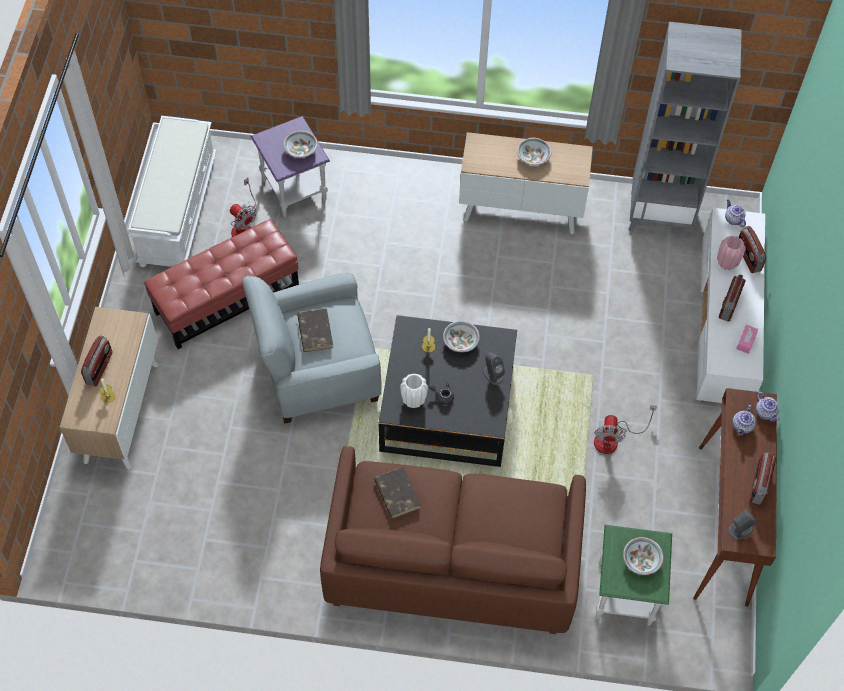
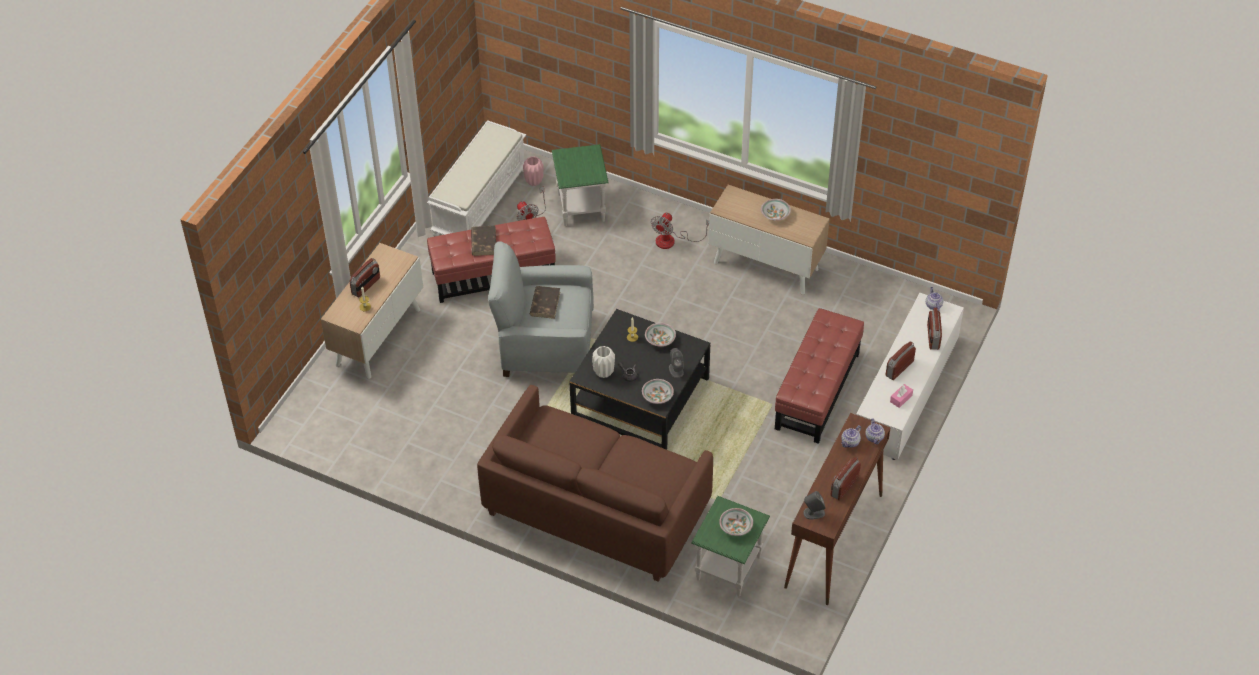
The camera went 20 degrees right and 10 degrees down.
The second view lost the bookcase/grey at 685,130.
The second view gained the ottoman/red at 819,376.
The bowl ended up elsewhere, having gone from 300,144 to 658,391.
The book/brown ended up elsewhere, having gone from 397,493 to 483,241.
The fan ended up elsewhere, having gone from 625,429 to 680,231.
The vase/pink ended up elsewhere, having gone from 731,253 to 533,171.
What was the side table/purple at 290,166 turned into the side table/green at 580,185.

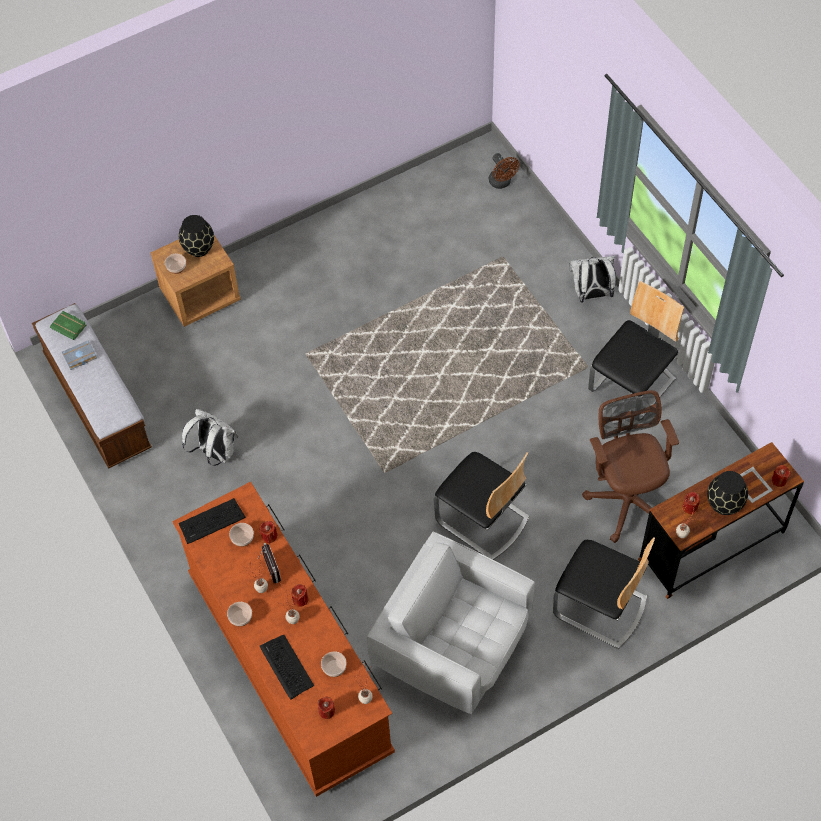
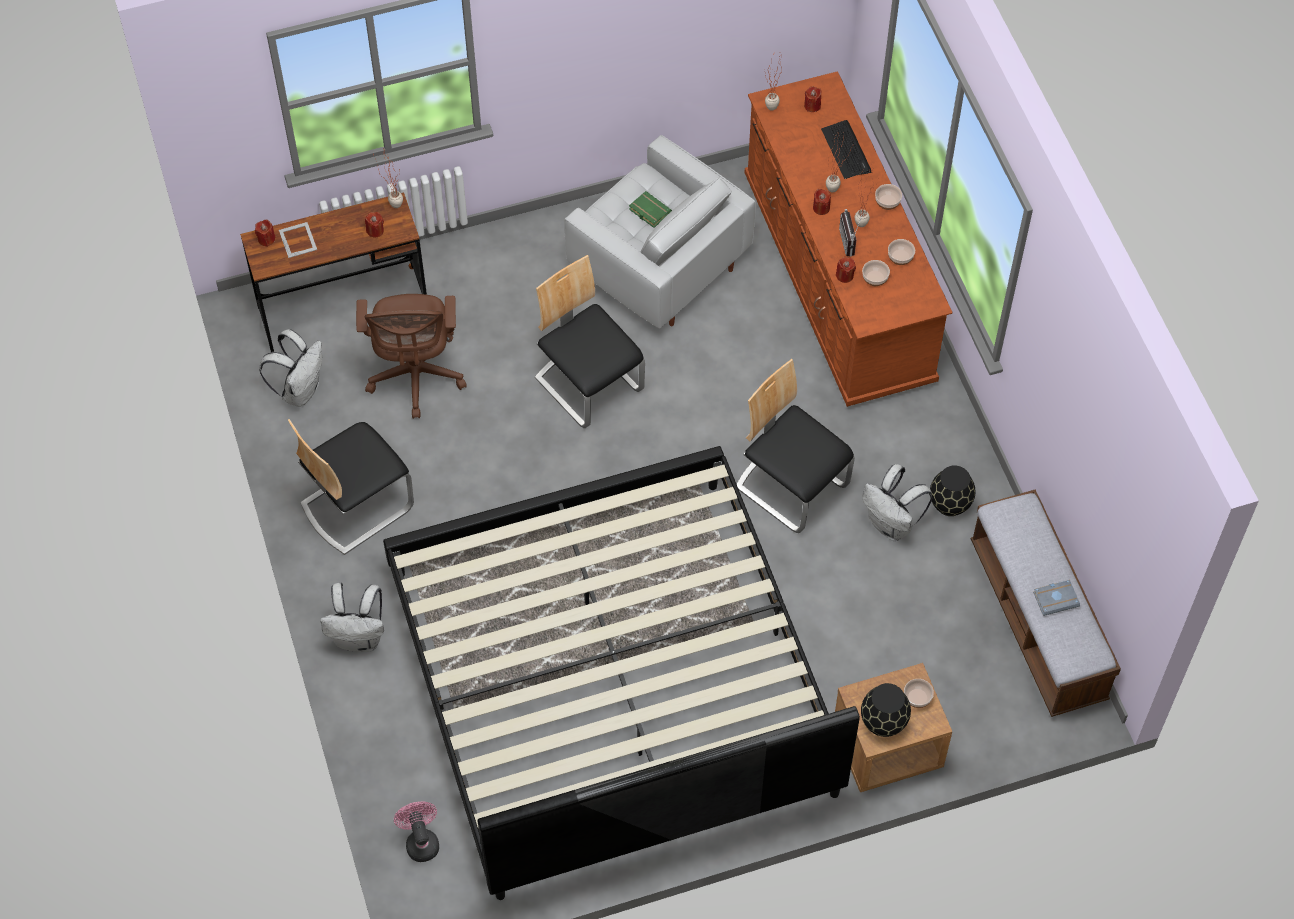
The camera went 170 degrees left and 0 degrees up.
The second view lost the keyboard at 212,521.
The second view gained the backpack/white at 290,368.
The second view gained the bed at 621,673.
The book/green ended up elsewhere, having gone from 68,325 to 650,209.
The bowl ended up elsewhere, having gone from 334,664 to 901,252.
The chair ended up elsewhere, having gone from 604,593 to 796,446.
The vase/black ended up elsewhere, having gone from 727,493 to 952,490.
What was the fan/brown at 504,171 turned into the fan/pink at 416,832.

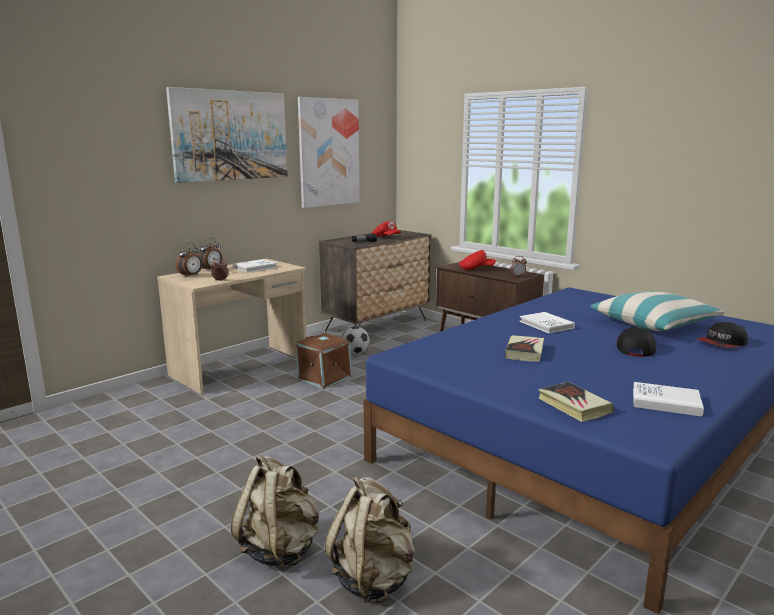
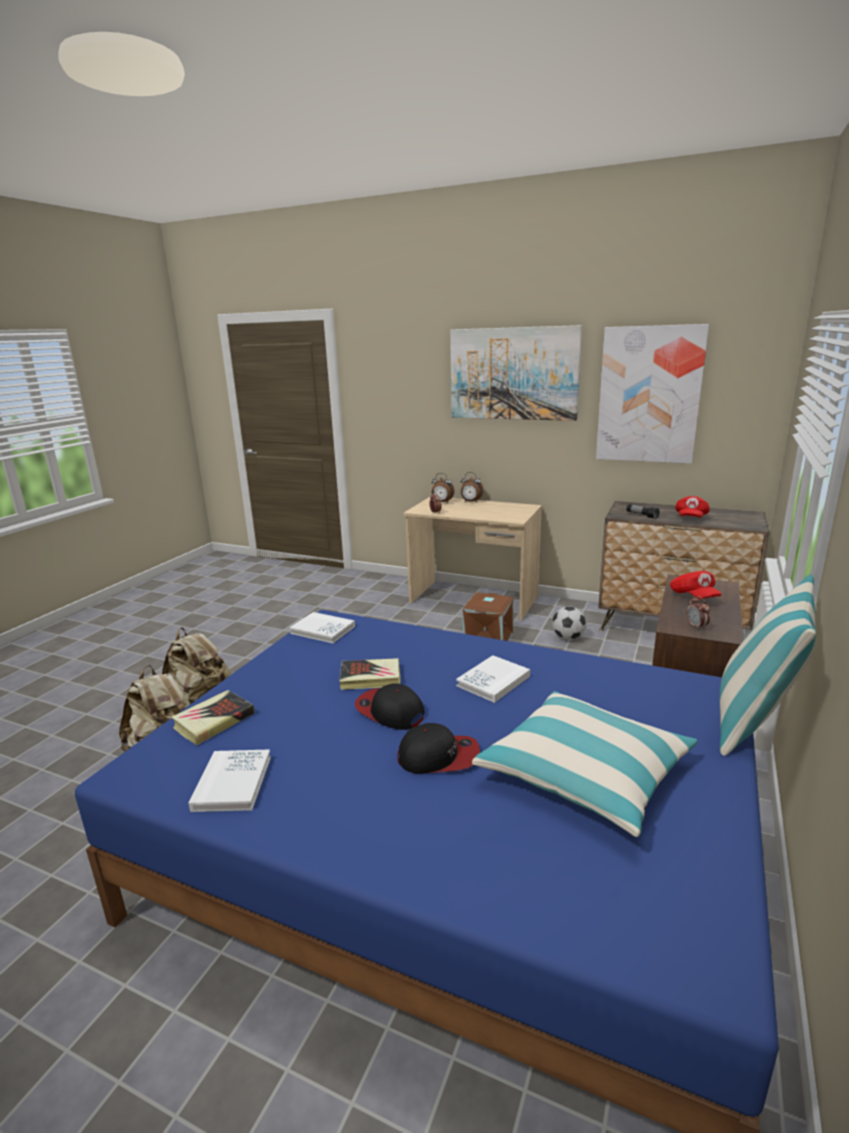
The camera went 70 degrees right and 5 degrees up.
The second view gained the pillow at 768,665.
The book/white ended up elsewhere, having gone from 255,266 to 322,627.
The cap ended up elsewhere, having gone from 722,335 to 390,706.

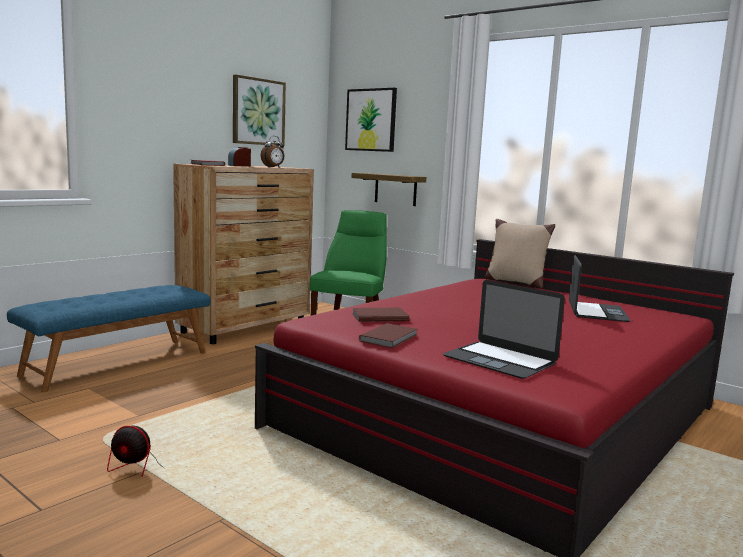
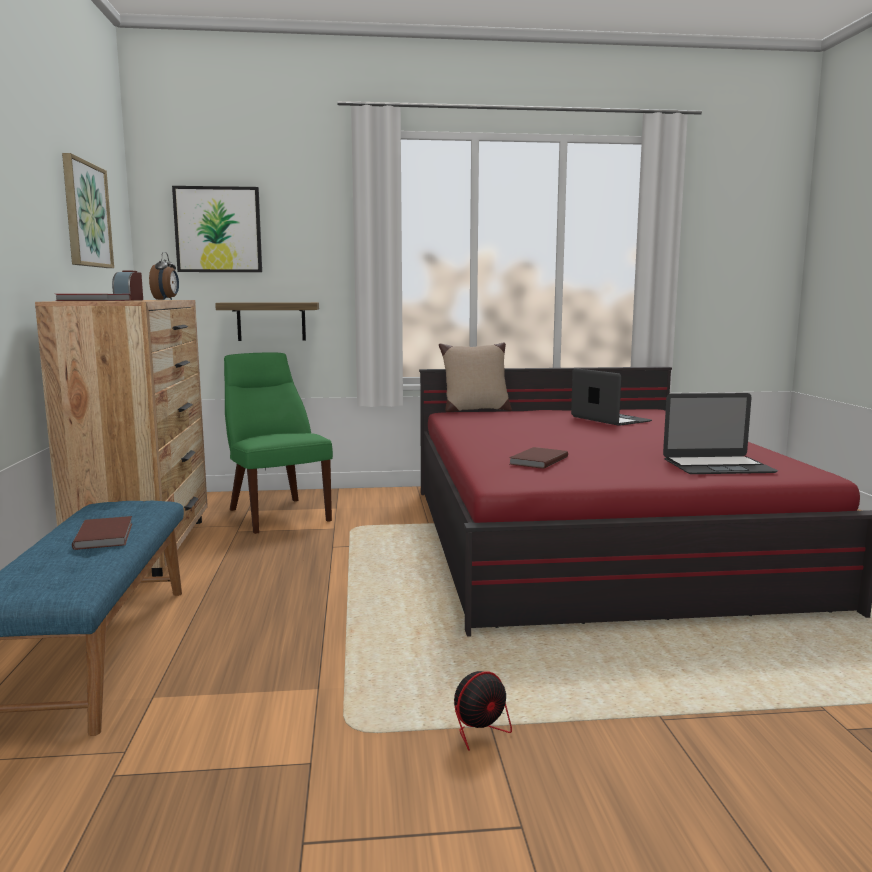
The camera went 45 degrees left and 0 degrees up.
The book/brown ended up elsewhere, having gone from 388,335 to 102,533.

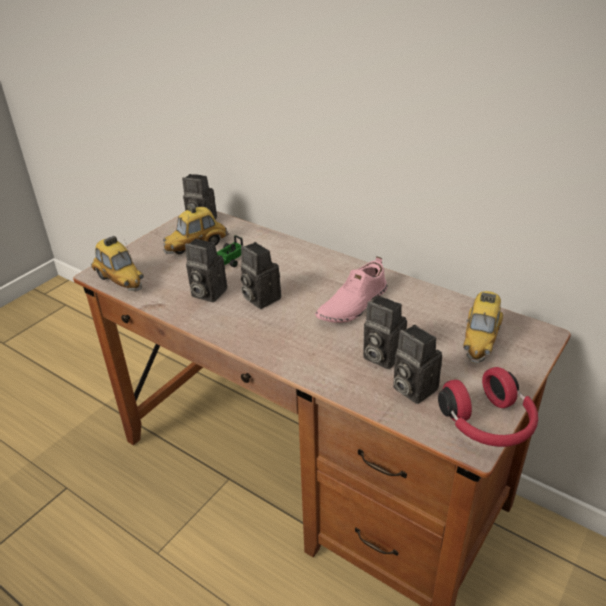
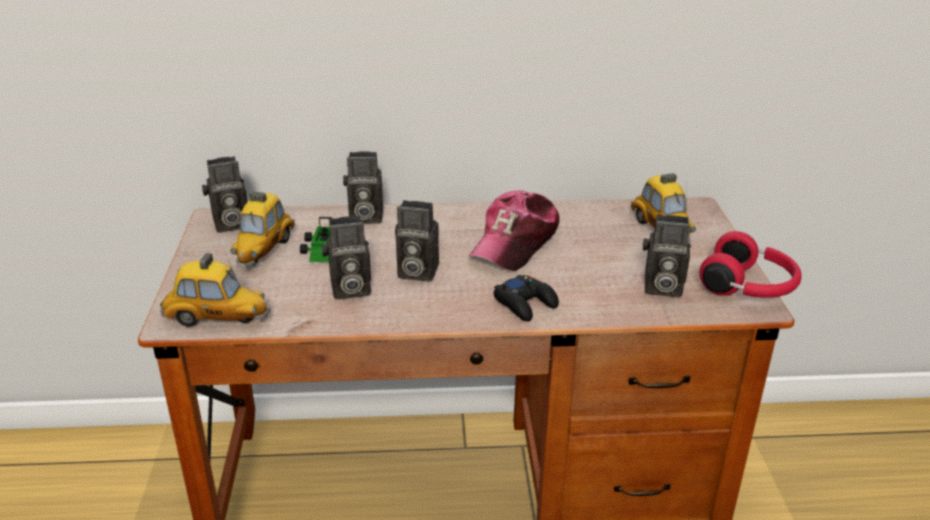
The camera went 40 degrees left and 5 degrees down.
The second view gained the game controller/black at 526,298.
The photo camera ended up elsewhere, having gone from 385,332 to 363,187.
Where the shoe/pink stood at 351,289, the cap came to stand at 514,230.

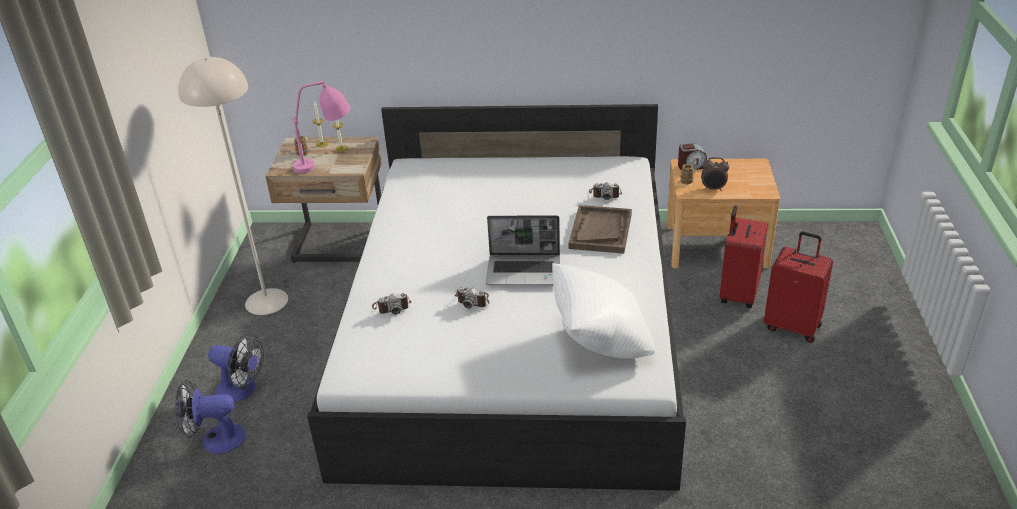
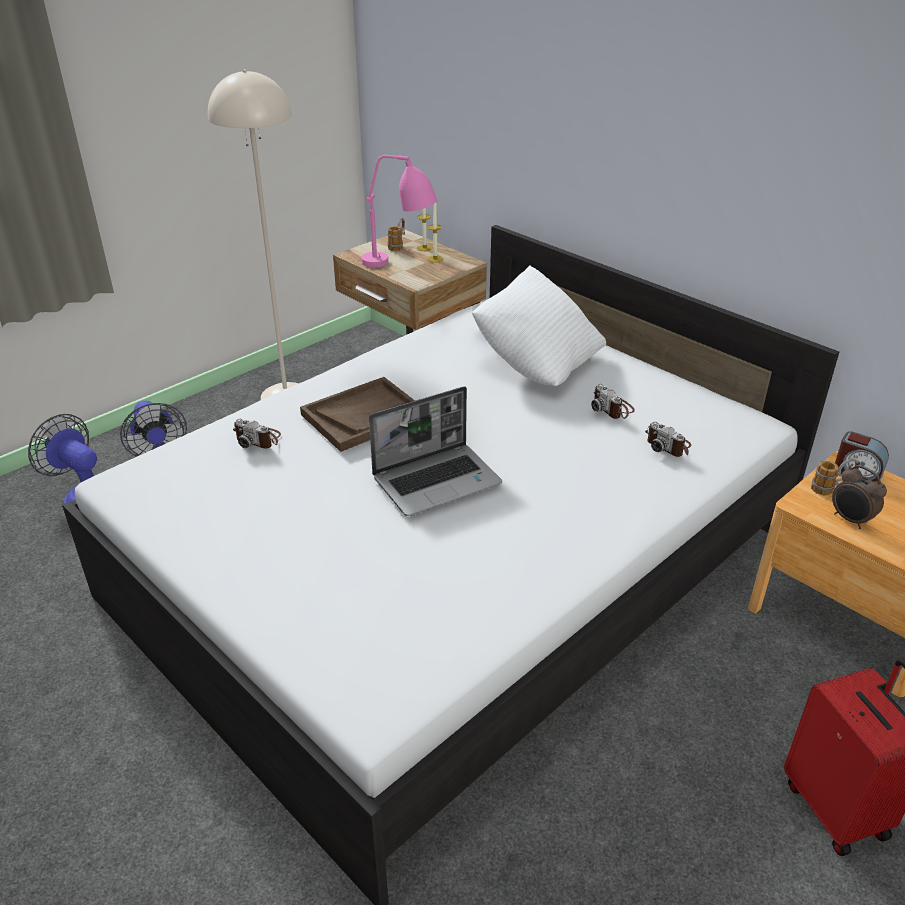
The camera went 40 degrees right and 0 degrees up.
The second view lost the suitcase/red at 743,257.
The photo camera ended up elsewhere, having gone from 472,298 to 613,401.
The pillow/white ended up elsewhere, having gone from 603,311 to 539,325.
The tray/brown ended up elsewhere, having gone from 600,229 to 357,414.
The laptop at 523,250 ended up facing another way, 75 degrees counterclockwise from before.

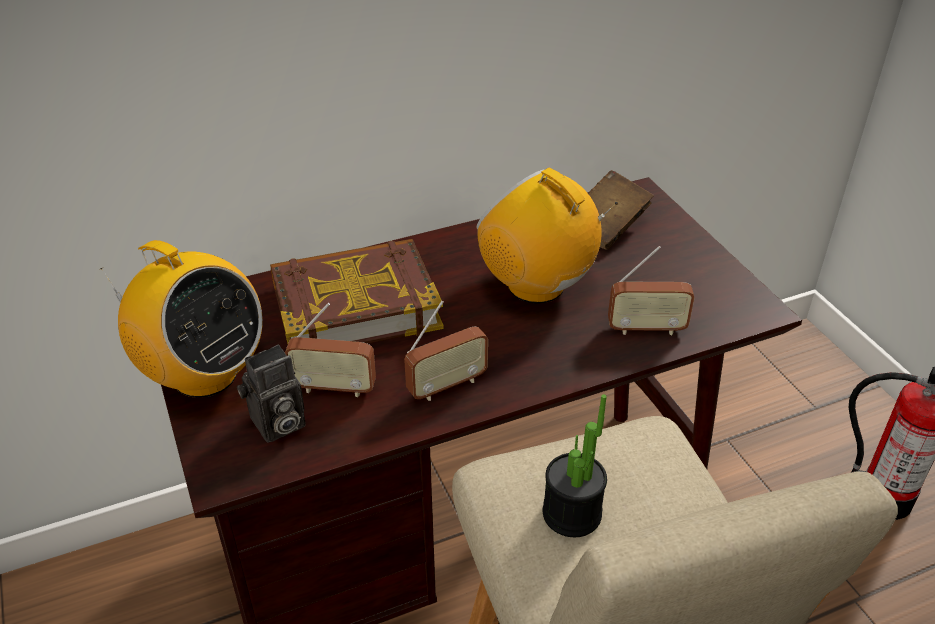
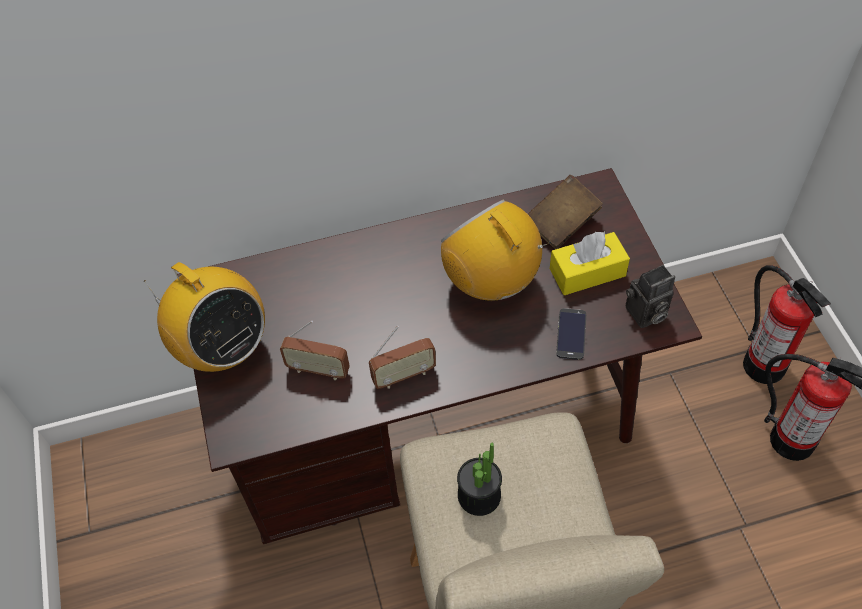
The camera went 10 degrees right and 15 degrees up.
The second view lost the book at 357,291.
The second view gained the tissue box/yellow at 590,263.
The second view gained the fire extinguisher at 787,324.
The photo camera ended up elsewhere, having gone from 271,394 to 650,296.
Where the radio stood at 651,290, the phone came to stand at 571,334.

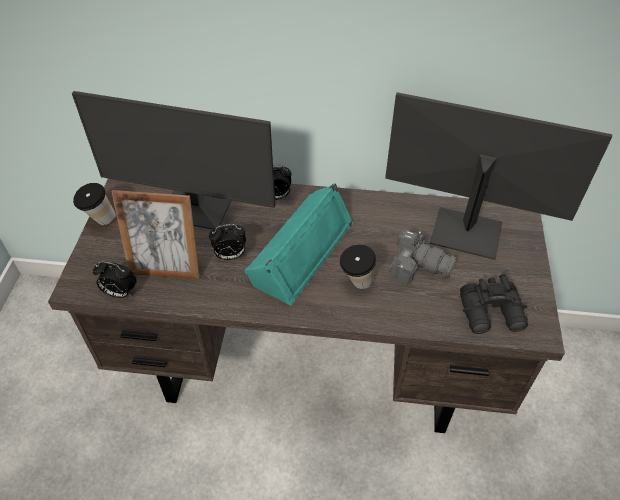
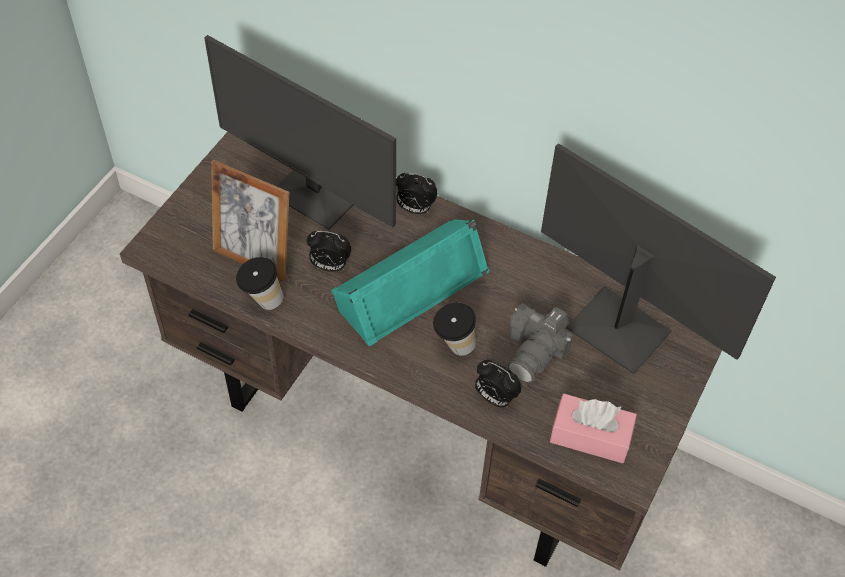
The camera went 20 degrees right and 5 degrees up.
The cup ended up elsewhere, having gone from 94,204 to 259,283.
The alarm clock ended up elsewhere, having gone from 115,280 to 498,384.
Where the binoculars/black stood at 494,304, the tissue box/pink came to stand at 593,428.
The photo camera at 423,257 ended up facing another way, 75 degrees clockwise from before.

